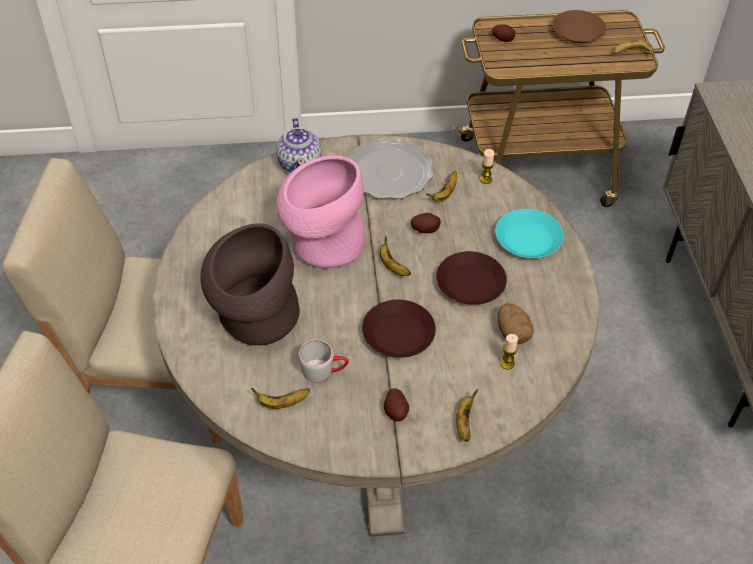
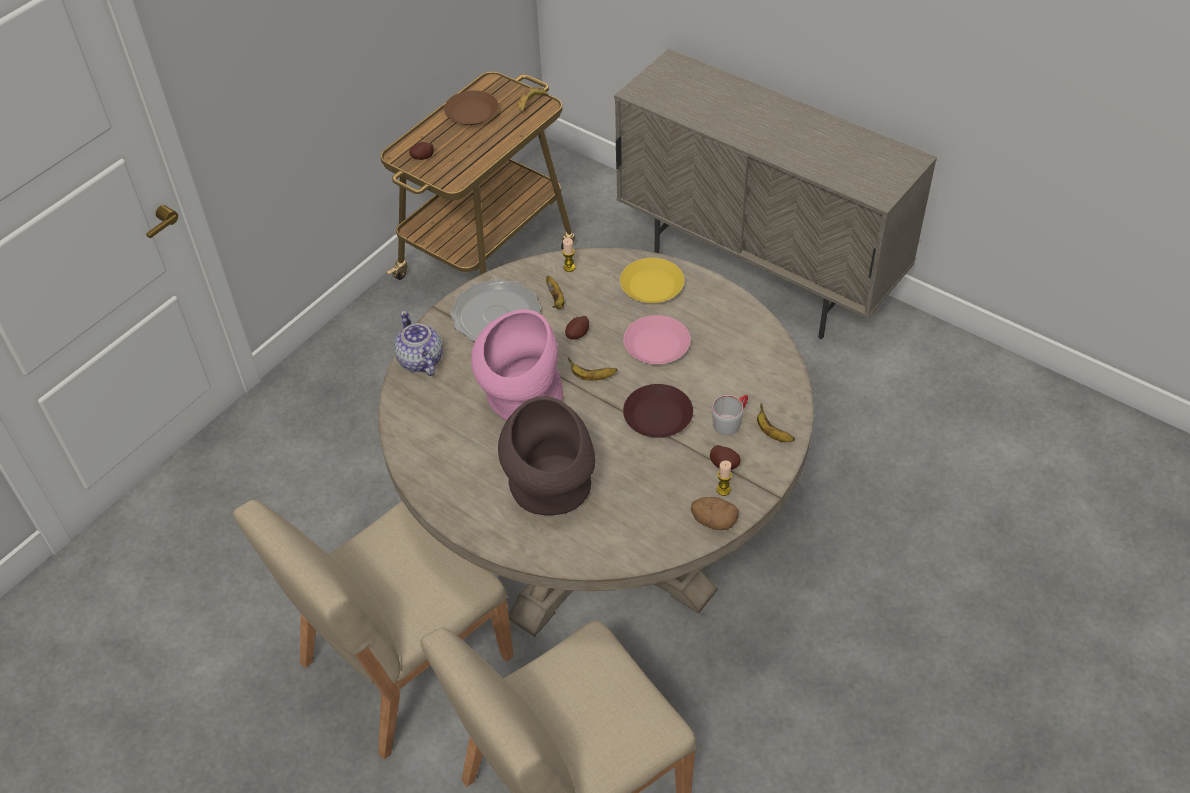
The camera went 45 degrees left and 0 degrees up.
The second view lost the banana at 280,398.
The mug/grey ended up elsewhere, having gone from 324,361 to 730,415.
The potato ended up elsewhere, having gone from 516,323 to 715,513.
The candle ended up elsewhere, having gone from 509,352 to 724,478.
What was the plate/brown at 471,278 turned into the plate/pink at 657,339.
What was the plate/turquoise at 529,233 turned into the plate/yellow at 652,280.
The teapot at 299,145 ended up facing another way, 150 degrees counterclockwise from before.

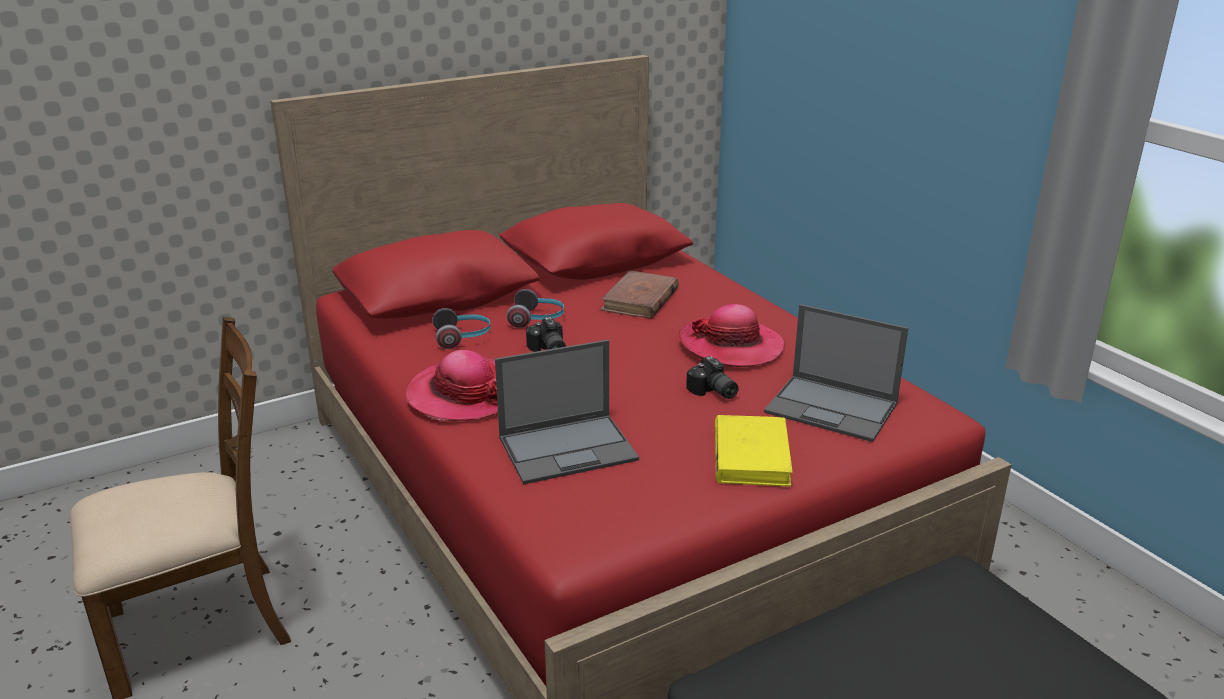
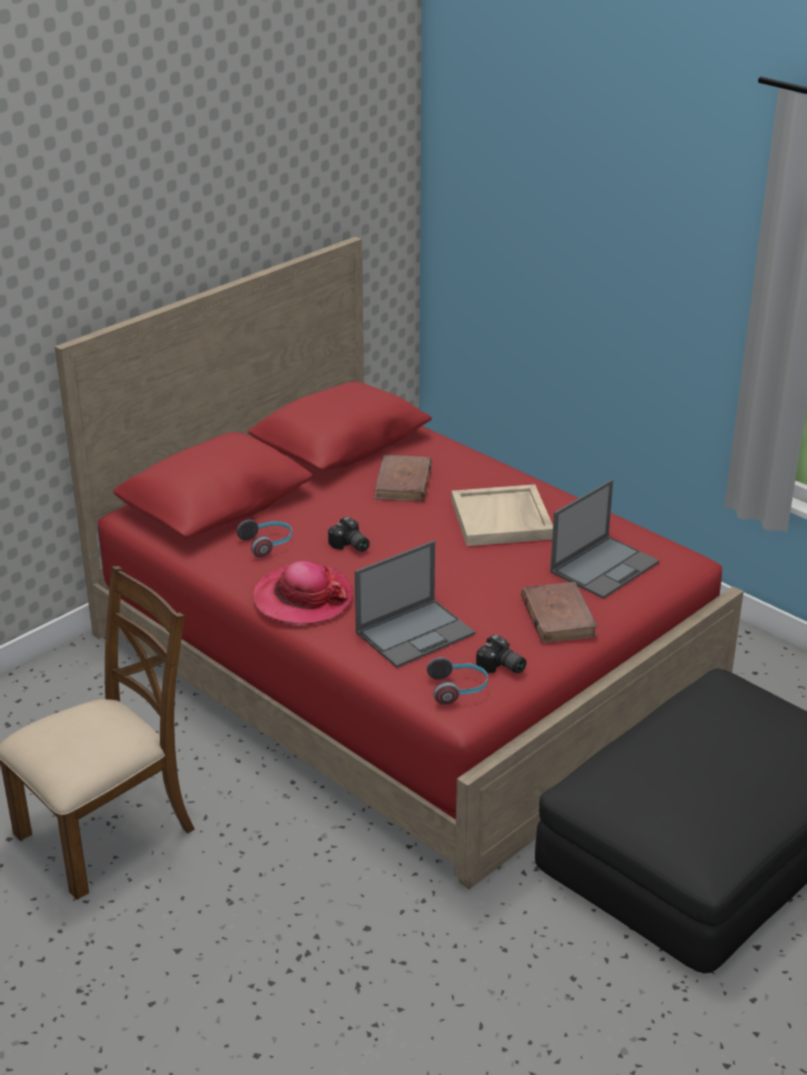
The camera went 15 degrees left and 5 degrees up.
The headphones ended up elsewhere, having gone from 535,308 to 457,681.
The photo camera ended up elsewhere, having gone from 712,377 to 501,653.
Where the hat stood at 732,335, the tray/beige came to stand at 502,515.
What was the book/yellow at 754,451 turned into the book/brown at 559,612.
The laptop at 836,373 ended up facing another way, 60 degrees counterclockwise from before.

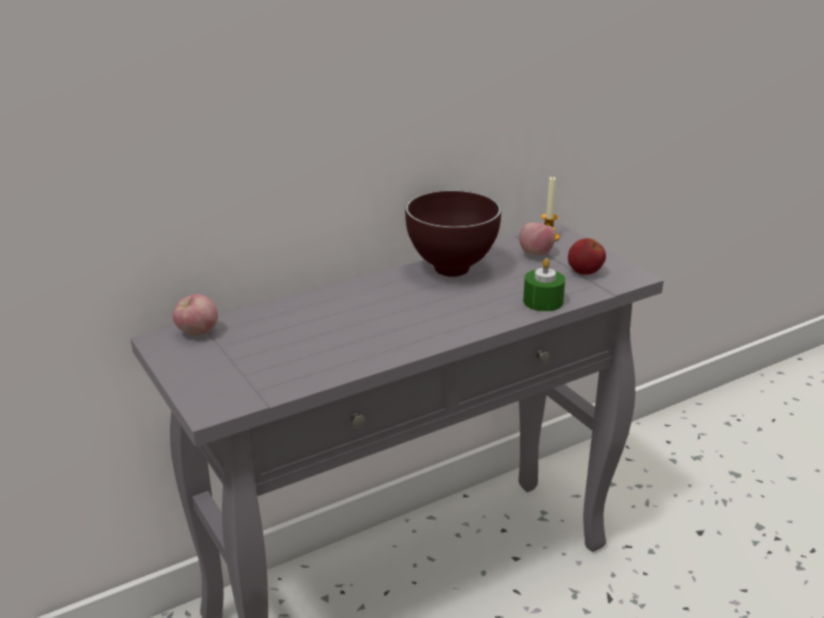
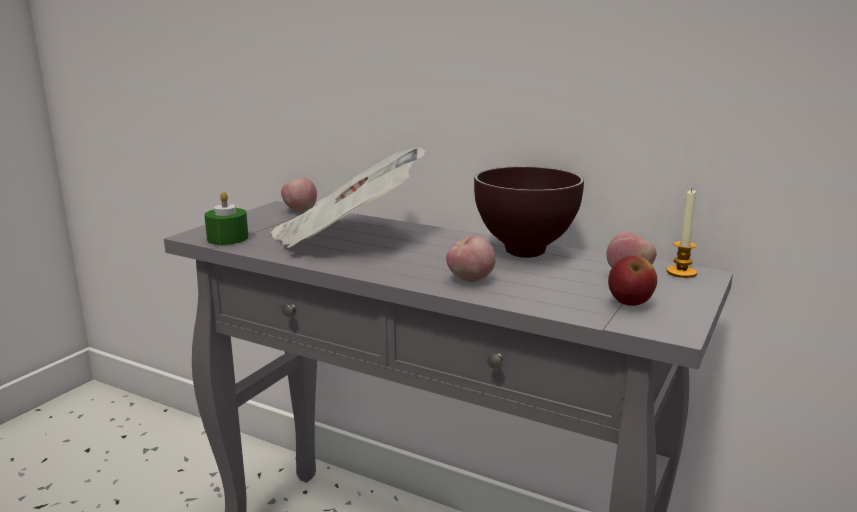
The camera went 60 degrees right and 10 degrees down.
The second view gained the newspaper at 348,197.
The second view gained the apple at 470,259.
The candle/green ended up elsewhere, having gone from 544,284 to 226,218.

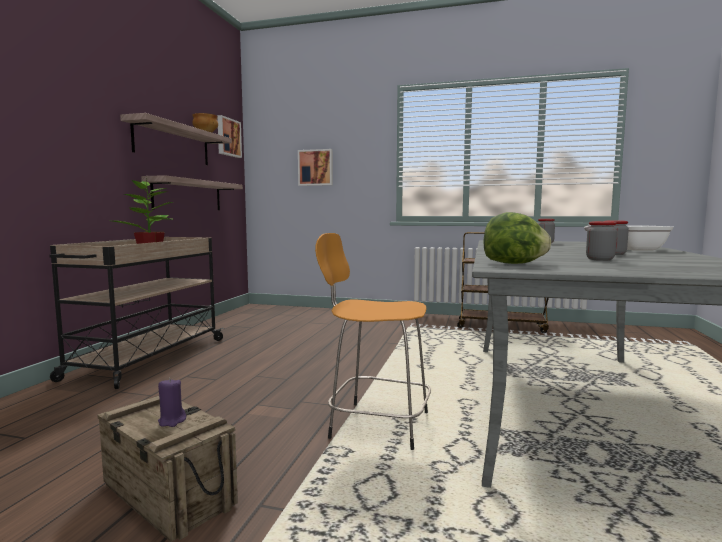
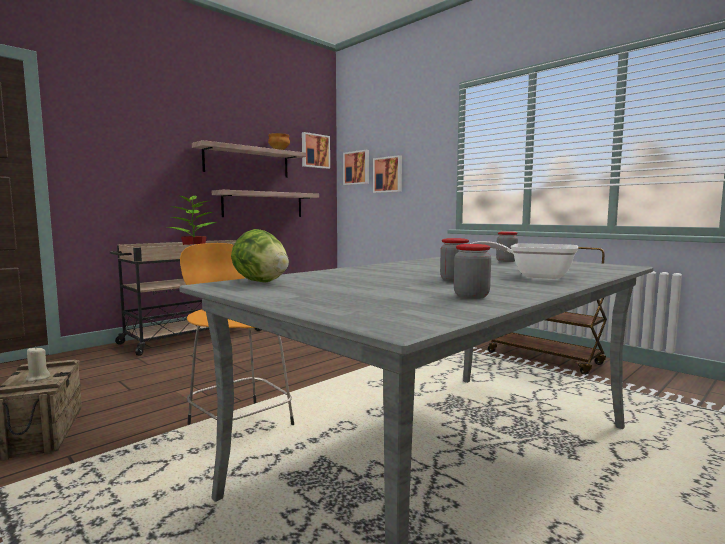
The camera went 30 degrees right and 0 degrees up.
The second view gained the picture at 356,167.
The jar ended up elsewhere, having gone from 601,241 to 472,271.
What was the candle/purple at 172,402 turned into the candle/beige at 38,364.

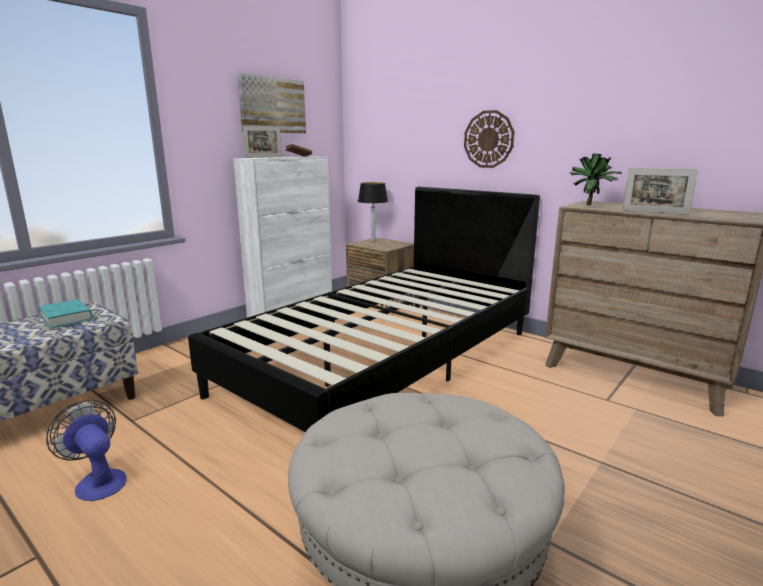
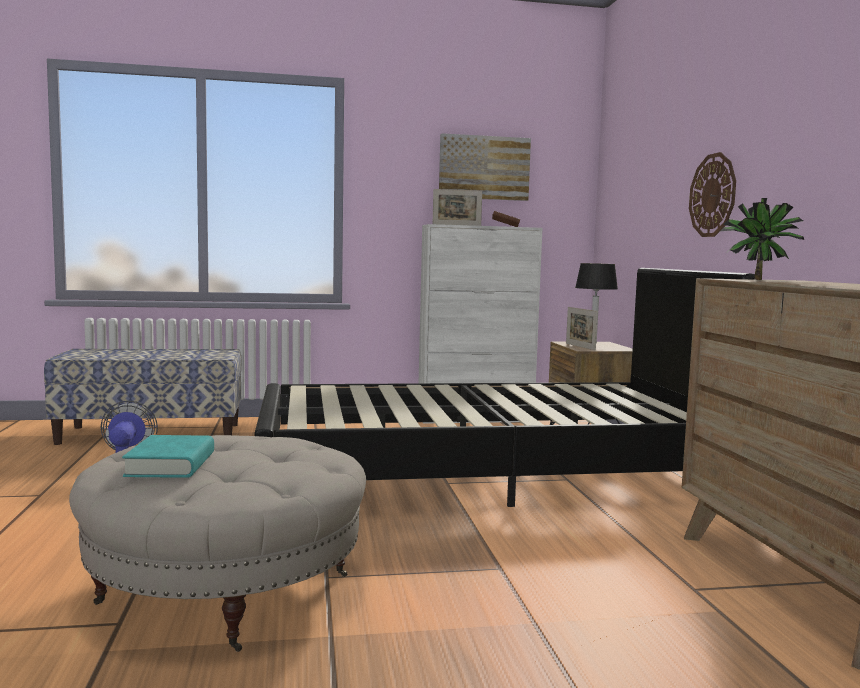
The camera went 40 degrees right and 10 degrees down.
The book/turquoise ended up elsewhere, having gone from 66,314 to 168,456.
The picture frame ended up elsewhere, having gone from 660,191 to 582,328.

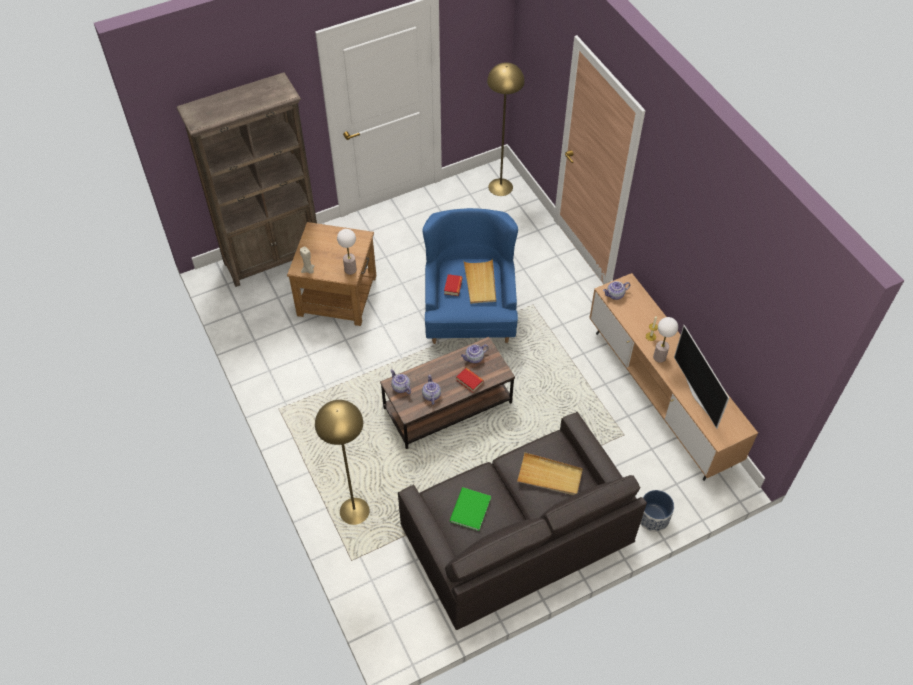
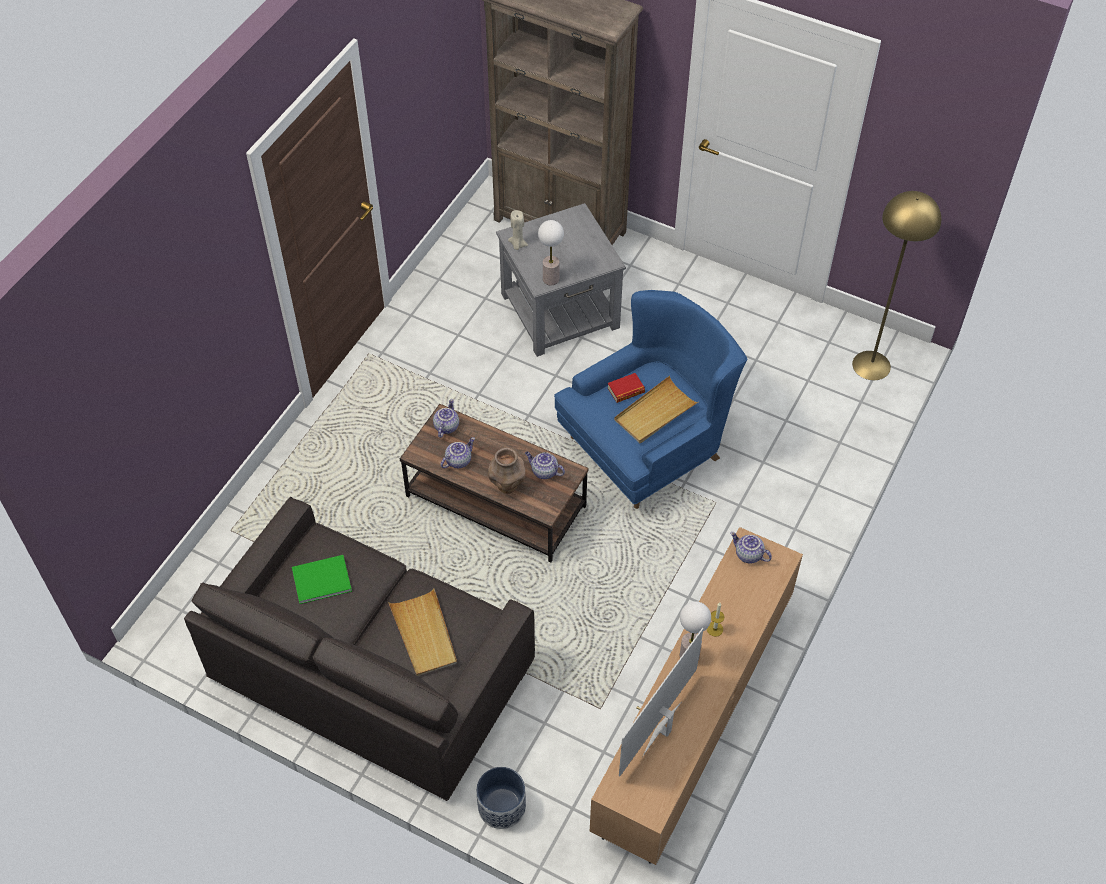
The camera went 55 degrees right and 0 degrees up.
The second view lost the floor lamp/yellow at 342,462.
Where the book stood at 470,380, the vase/brown came to stand at 506,471.
What was the side table/brown at 331,274 turned into the side table/grey at 561,280.

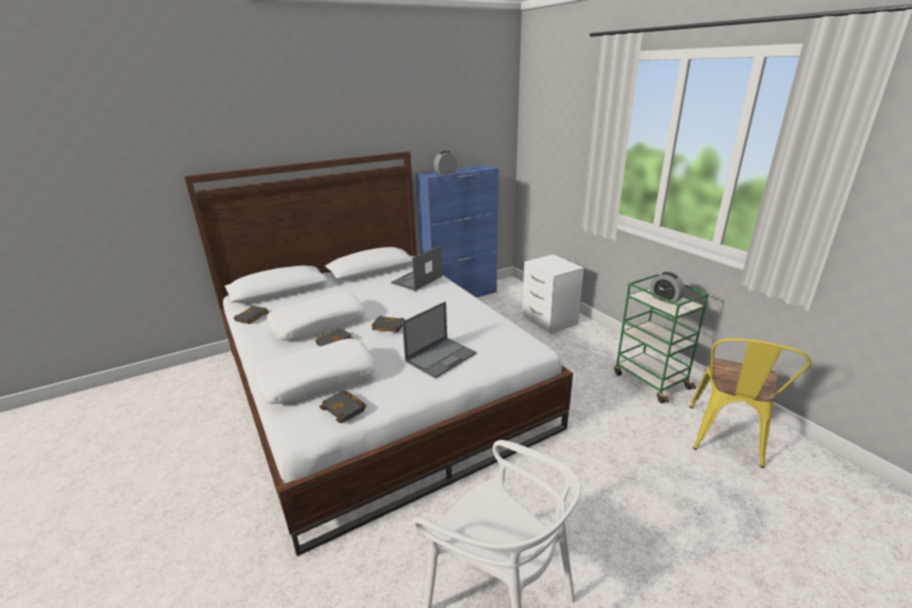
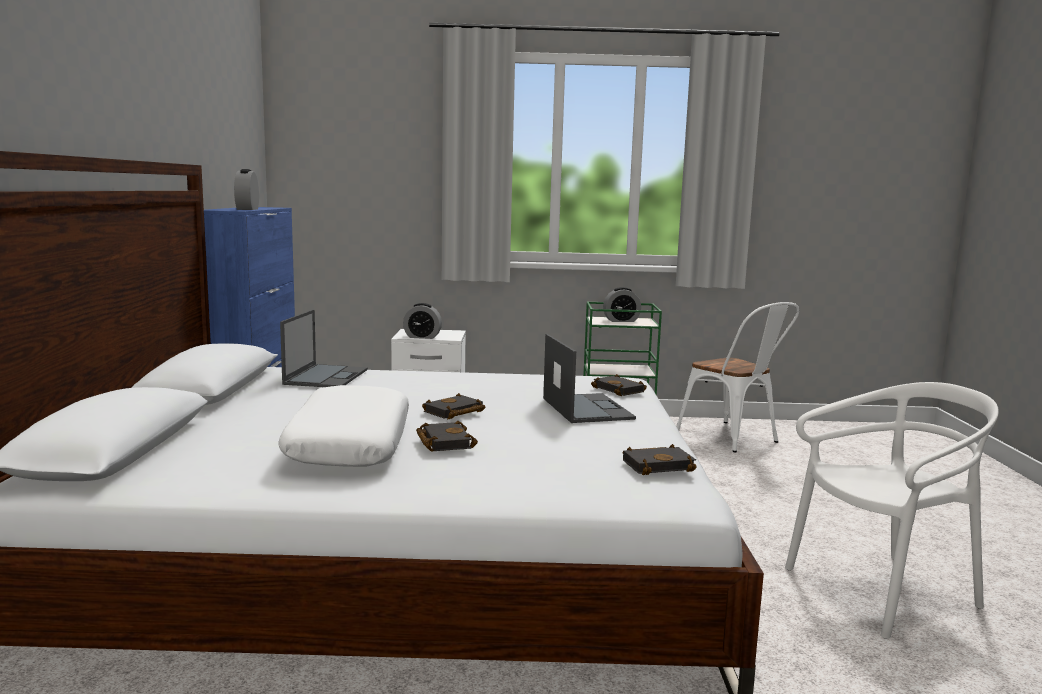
The camera went 60 degrees left and 15 degrees down.
The second view lost the pillow/white at 315,371.
The second view gained the alarm clock at 422,321.
The book/black ended up elsewhere, having gone from 251,315 to 619,385.
What was the chair/yellow at 750,403 turned into the chair/white at 737,377.
The laptop at 417,268 ended up facing another way, 150 degrees counterclockwise from before.

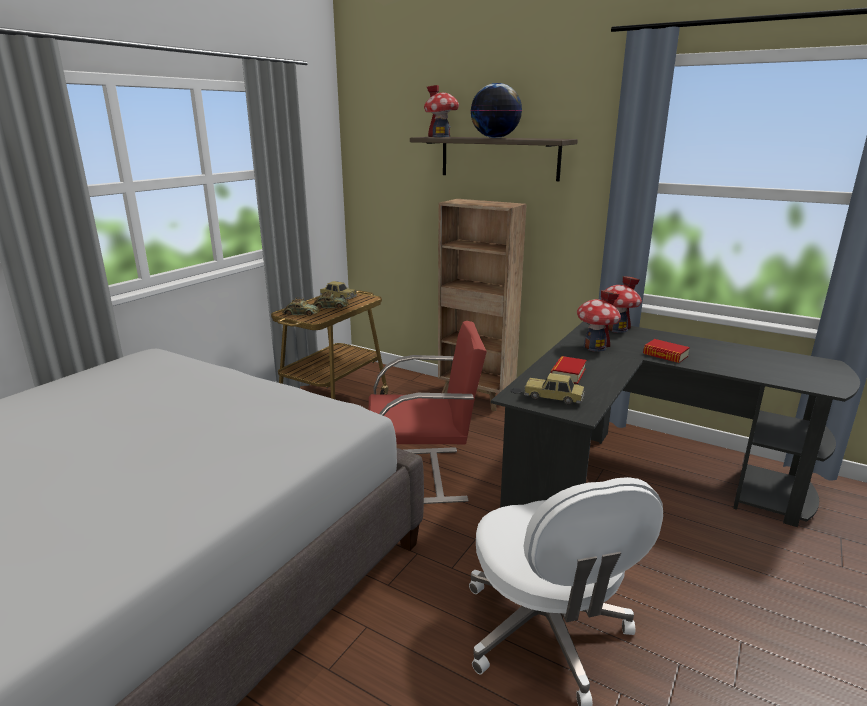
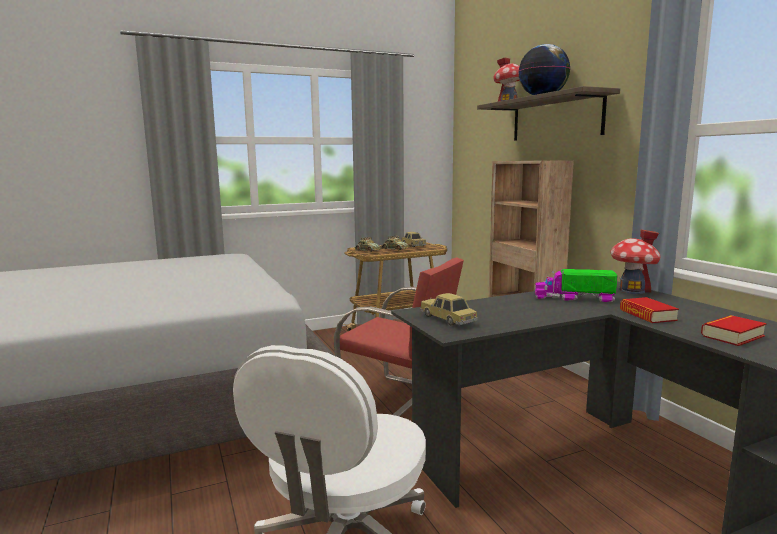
The camera went 35 degrees right and 10 degrees down.
The book ended up elsewhere, having gone from 569,370 to 734,330.
Where the toy house stood at 599,321, the toy truck came to stand at 575,285.

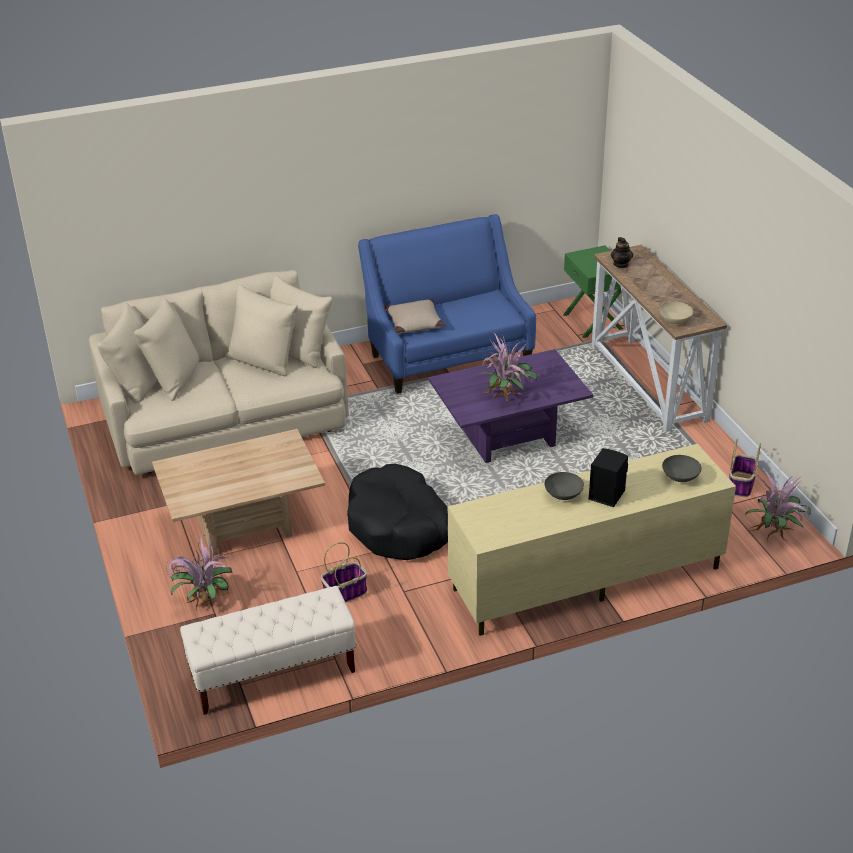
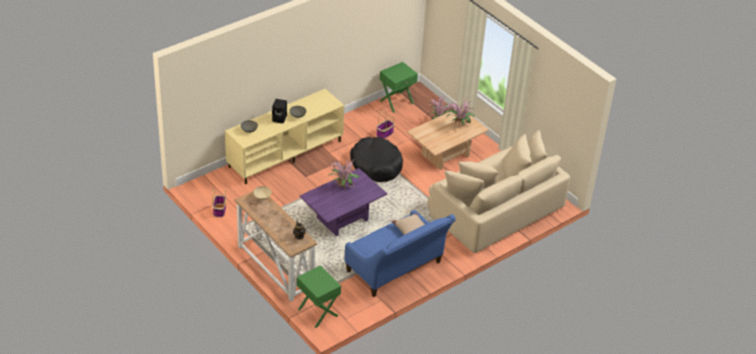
The camera went 160 degrees right and 5 degrees up.
The potted plant ended up elsewhere, having gone from 778,505 to 460,113.
Where the bench/beige stood at 268,650, the nightstand/green came to stand at 399,87.

